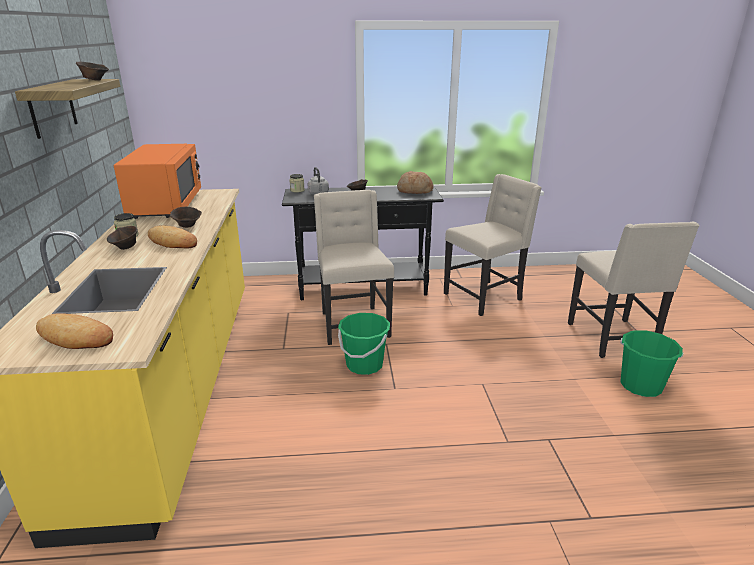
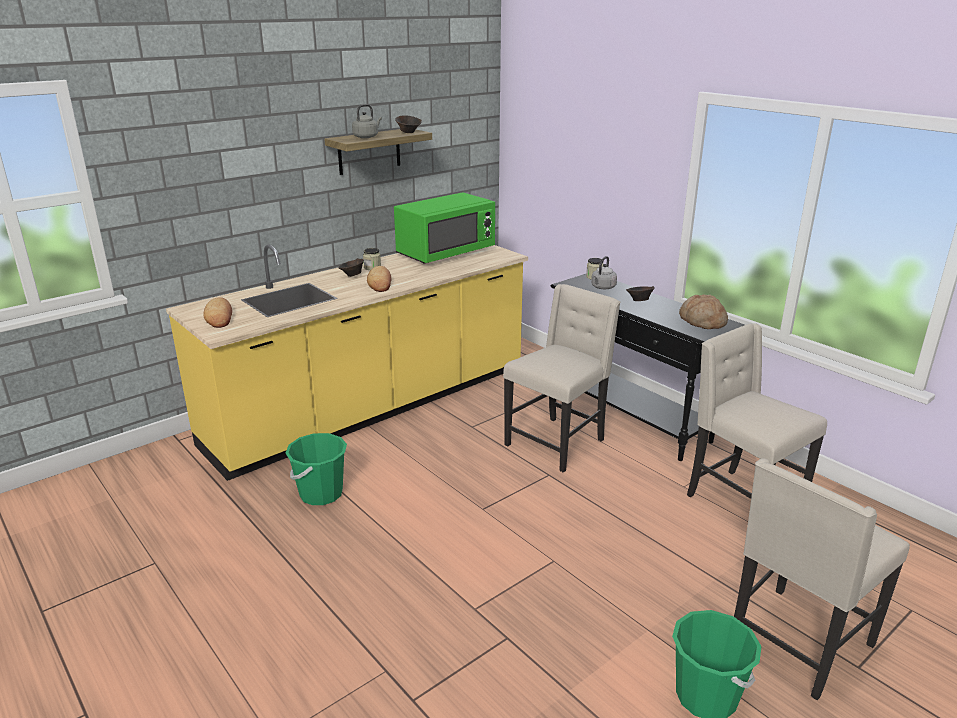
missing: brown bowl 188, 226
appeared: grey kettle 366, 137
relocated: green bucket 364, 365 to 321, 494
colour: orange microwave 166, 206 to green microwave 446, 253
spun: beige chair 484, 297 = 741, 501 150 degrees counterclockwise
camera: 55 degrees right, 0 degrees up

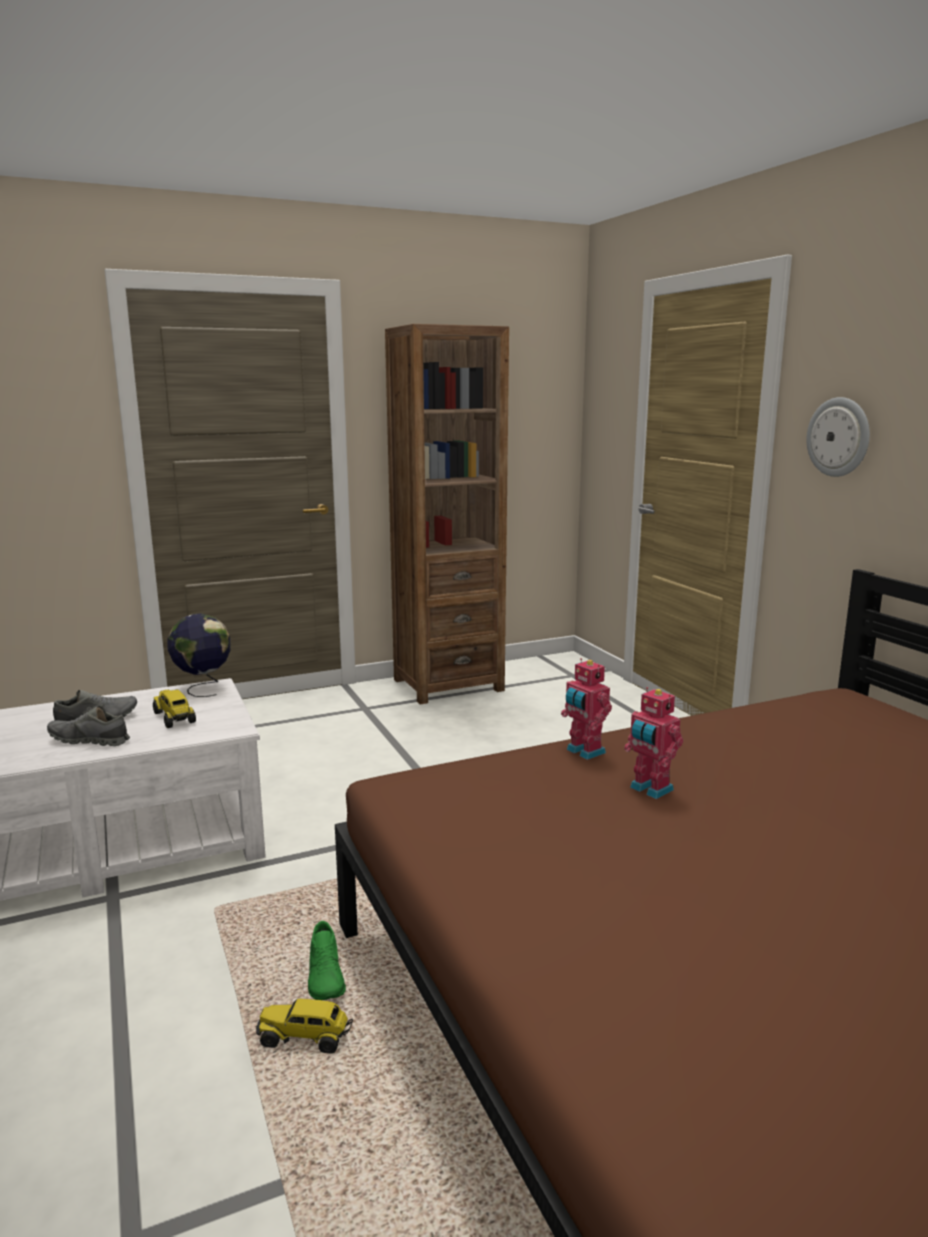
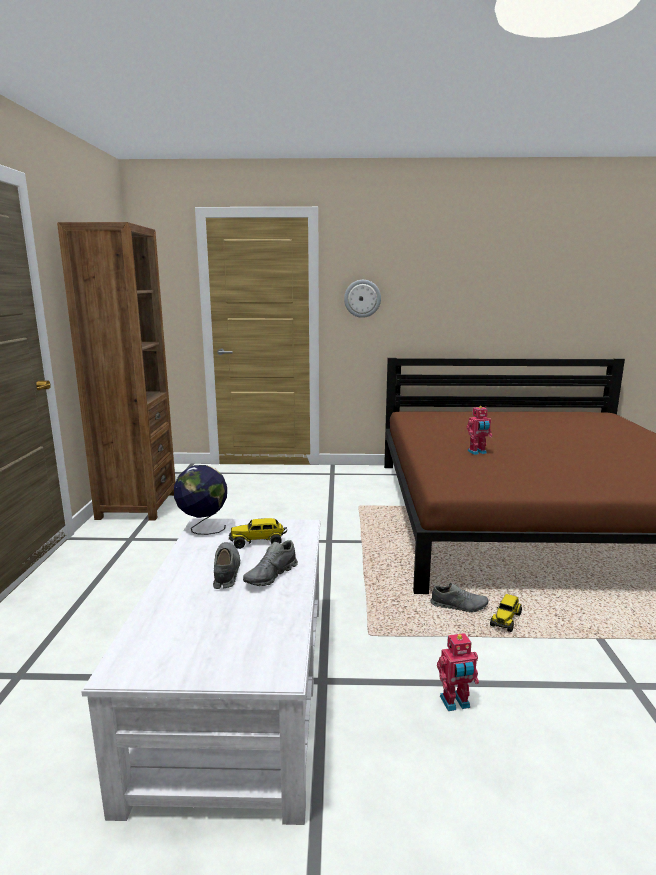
relocated: toy robot 584, 752 to 455, 703
colour: green shoe 326, 977 to grey shoe 459, 606
camera: 65 degrees left, 0 degrees up

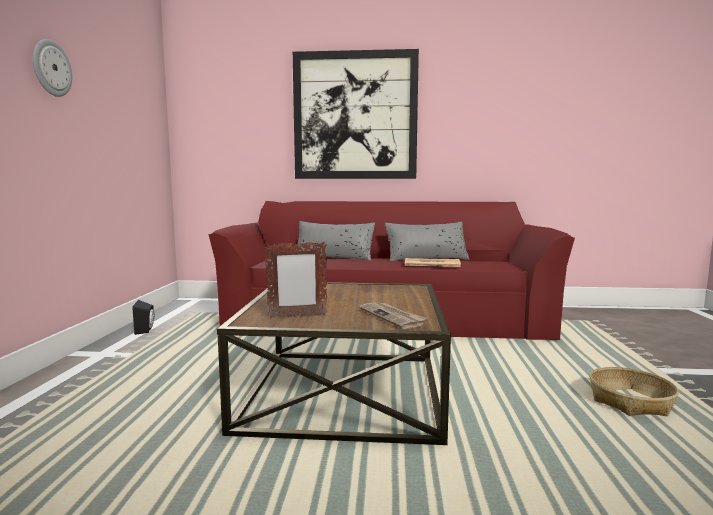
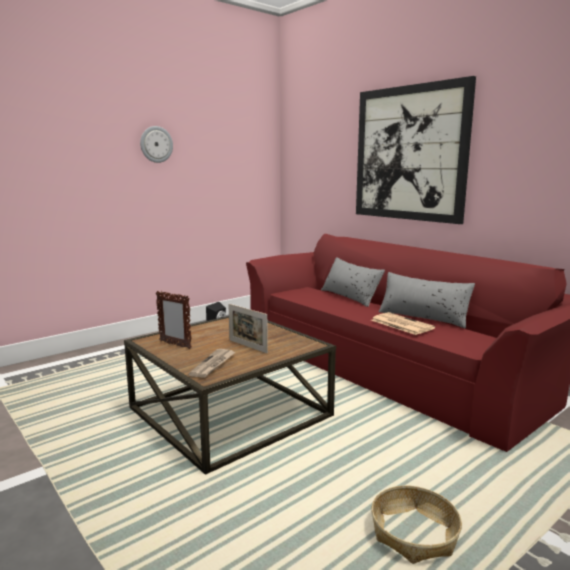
appeared: picture frame 247, 346
camera: 45 degrees right, 5 degrees up

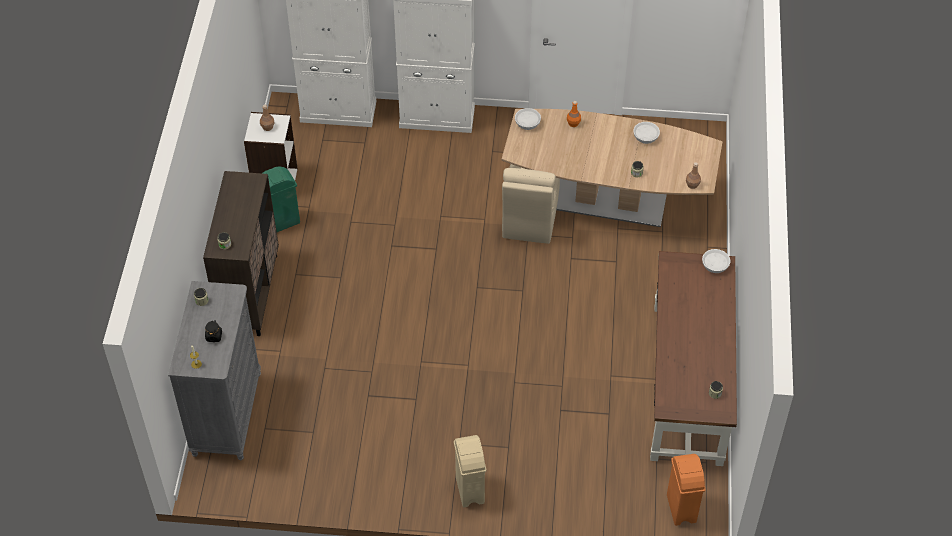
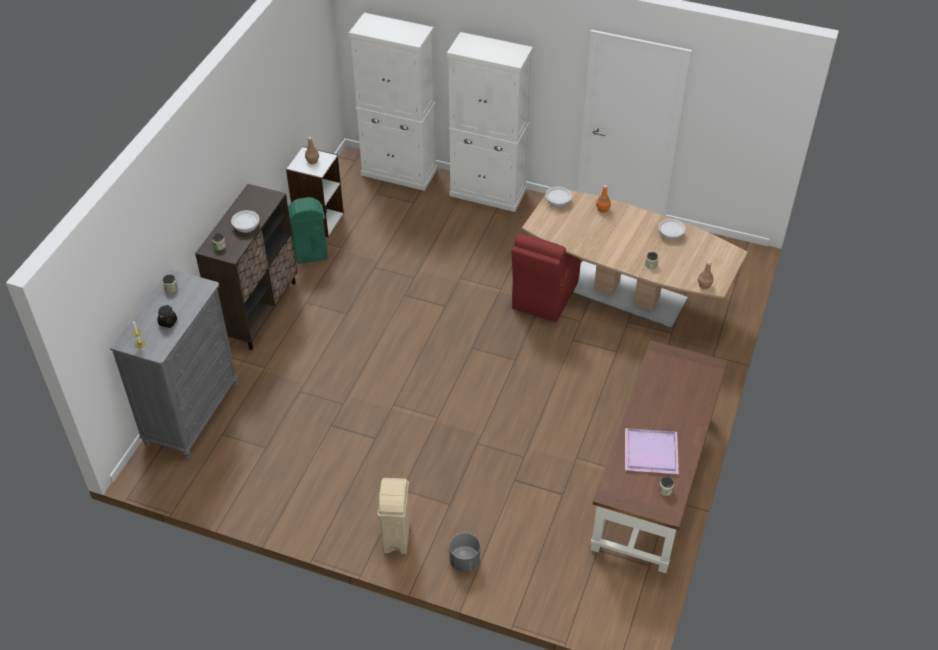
missing: orange trash can 681, 509
appeared: grey planter 464, 561; purple tray 650, 451
relocated: white bowl 715, 265 to 246, 226
colour: beige chair 529, 219 to red chair 544, 297
camera: 15 degrees right, 5 degrees down

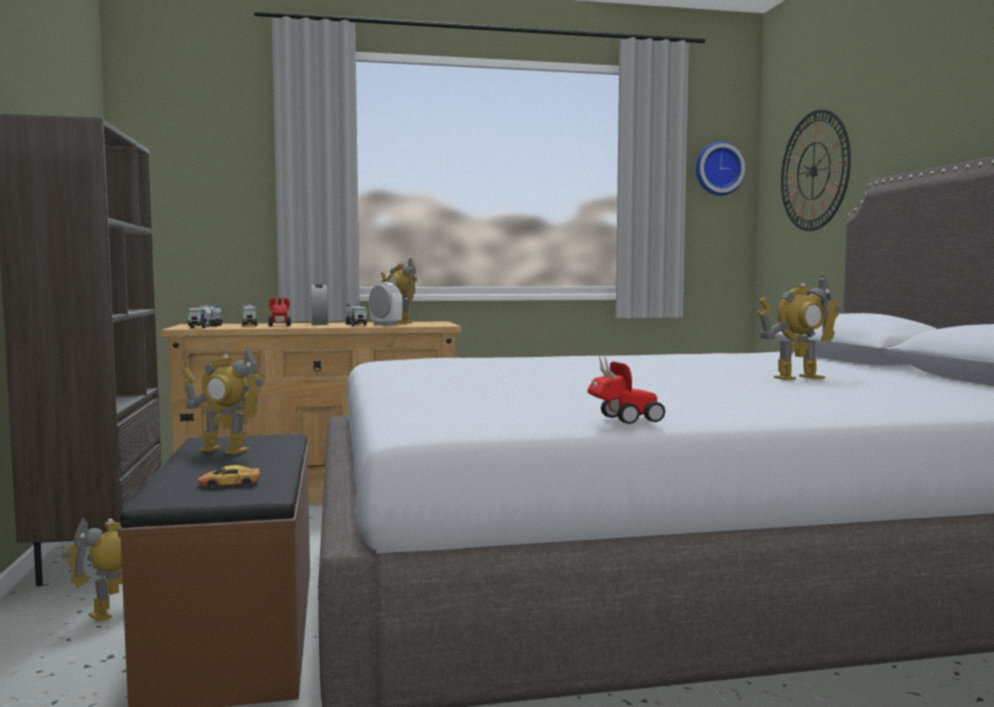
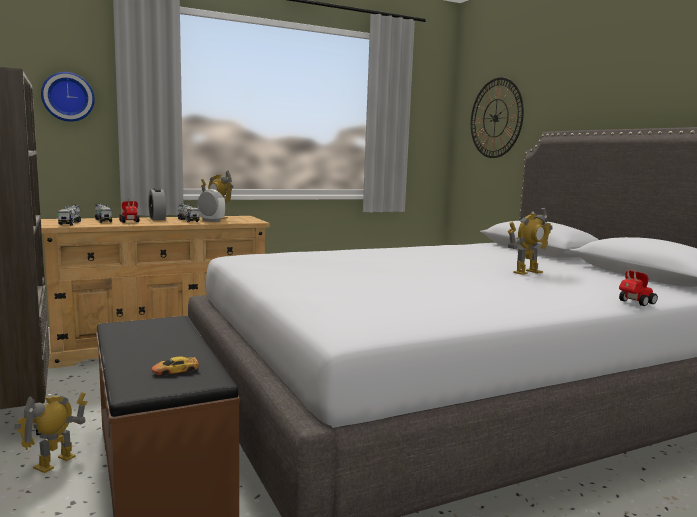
missing: toy robot 224, 450
relocated: toy car 623, 420 to 634, 303; wall clock 718, 169 to 68, 97
camera: 15 degrees left, 5 degrees up

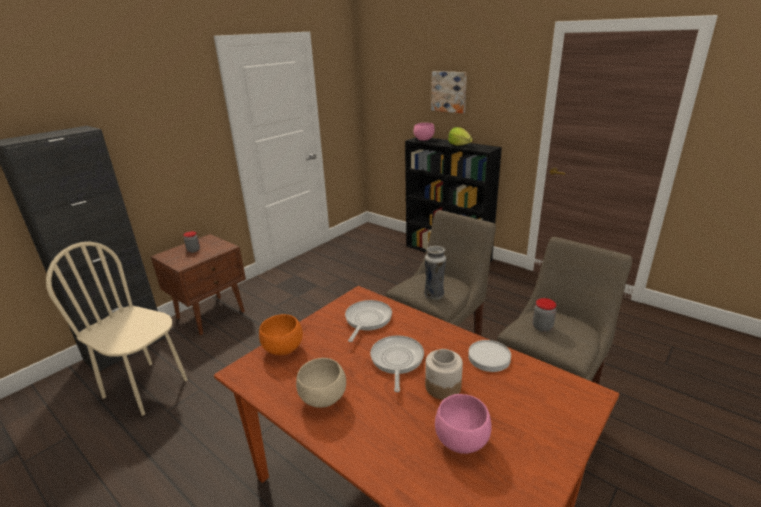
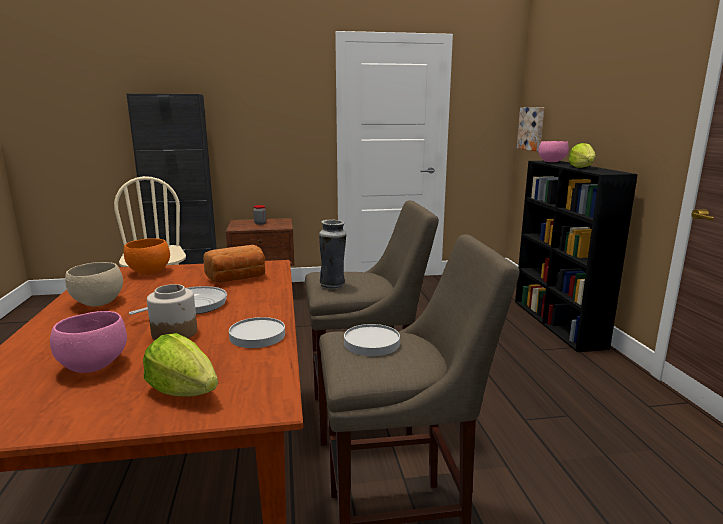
appeared: lettuce 184, 390
relocated: picture 449, 91 to 532, 128
exchanged: frying pan 367, 320 to bread 237, 278; jar 542, 327 to white plate 372, 343
camera: 40 degrees right, 10 degrees down

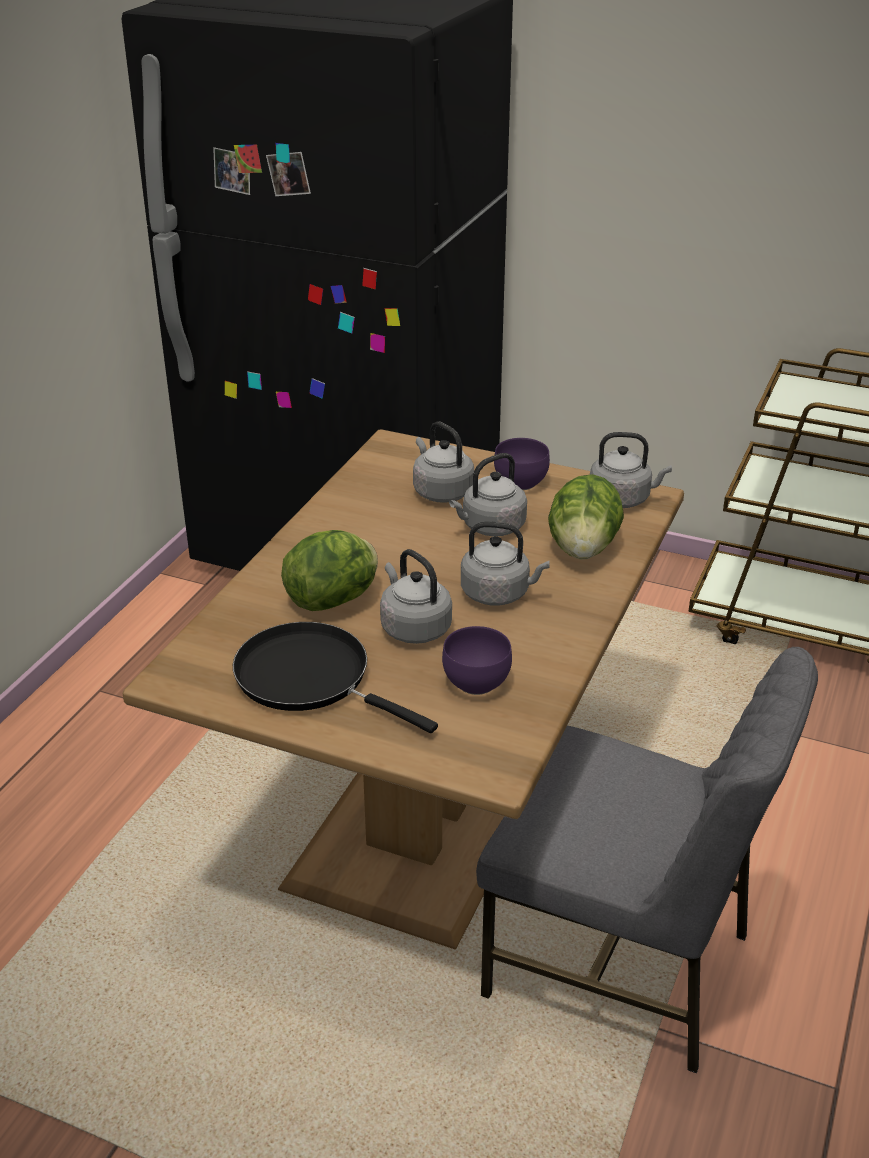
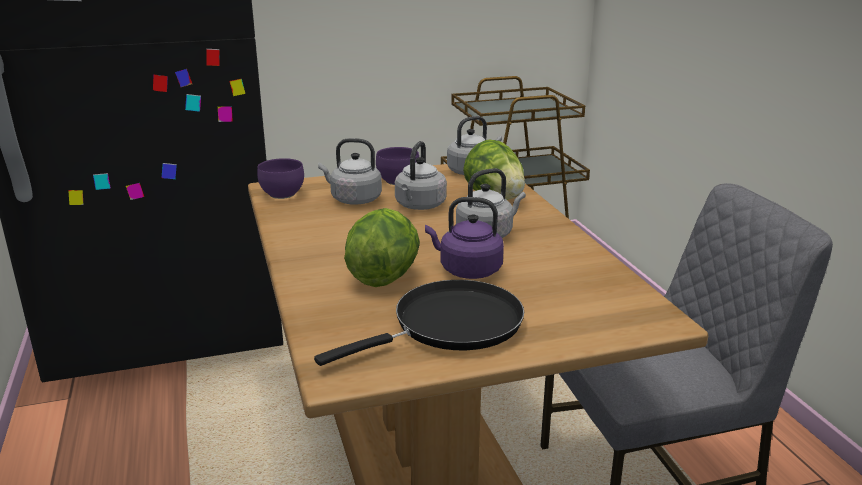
relocated: purple bowl 478, 682 to 283, 194
colour: grey kettle 413, 627 to purple kettle 467, 270
spun: black frying pan 310, 678 = 450, 326 150 degrees clockwise
camera: 40 degrees left, 10 degrees down

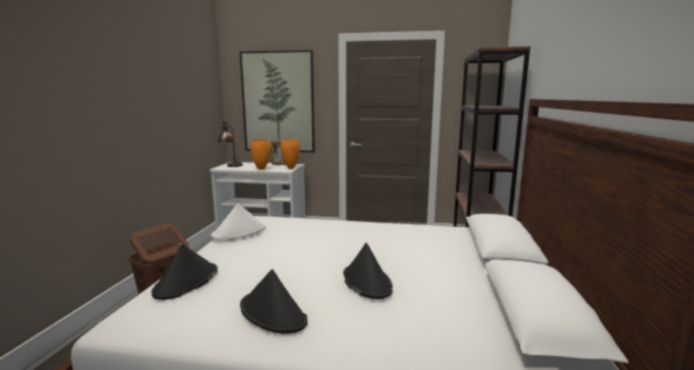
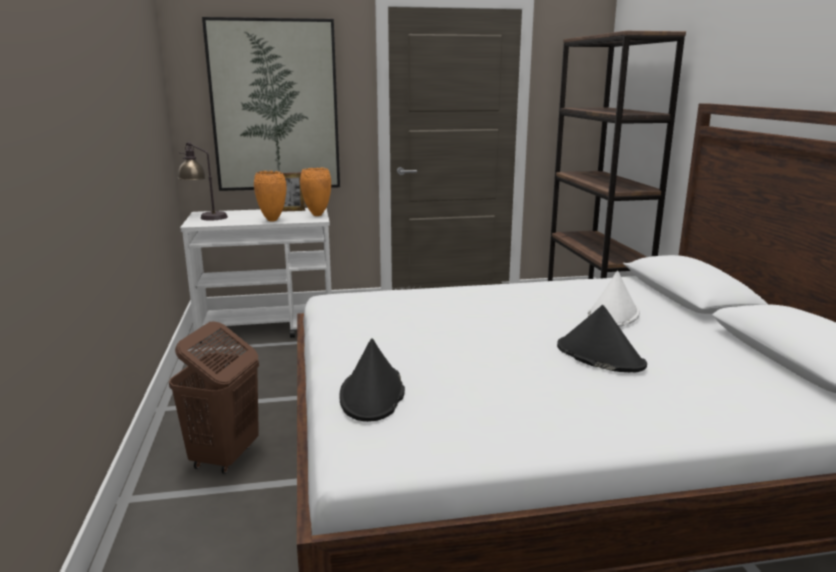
missing: black hat 273, 313
relocated: white hat 239, 232 to 613, 315
camera: 20 degrees left, 5 degrees up

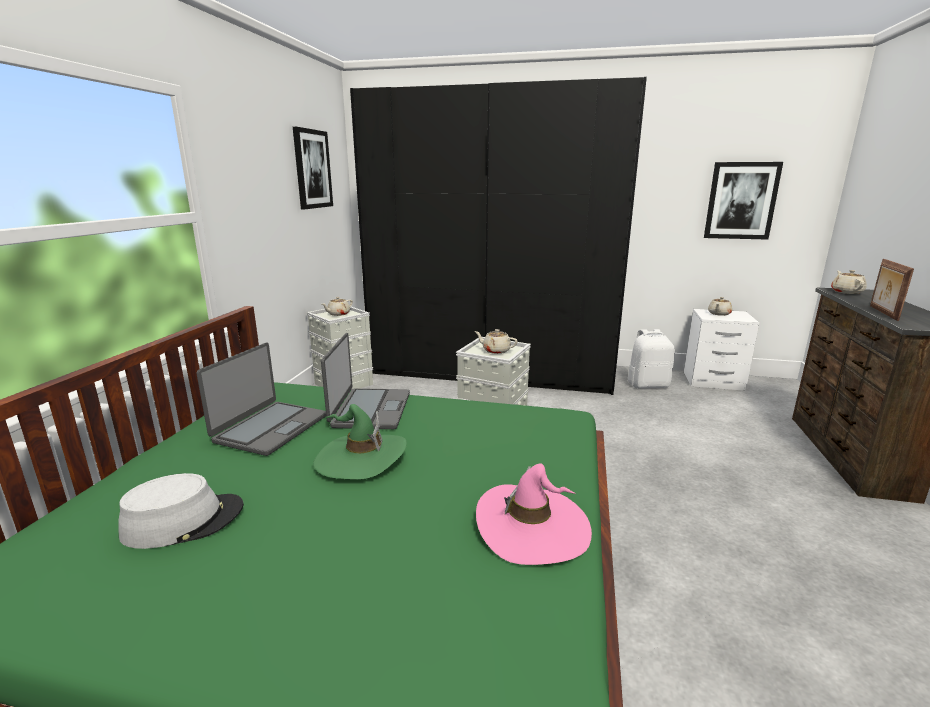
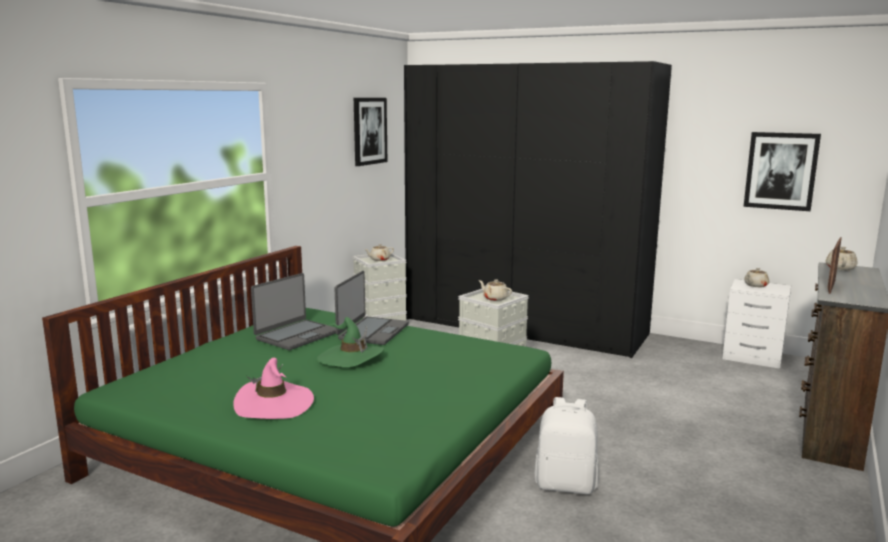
missing: grey hat 184, 520
relocated: pink hat 532, 527 to 274, 404; white backpack 648, 385 to 566, 484
camera: 15 degrees right, 5 degrees down

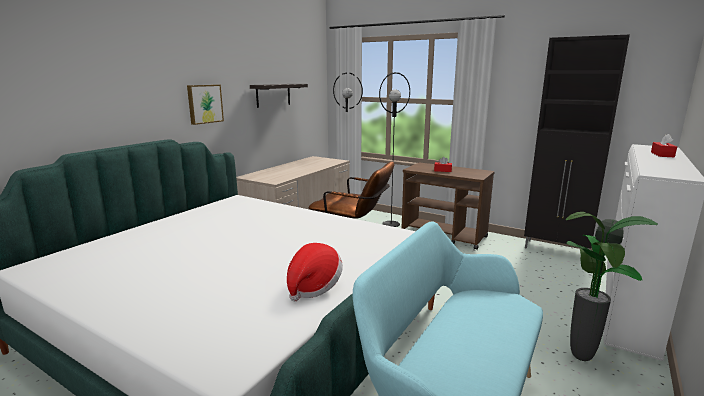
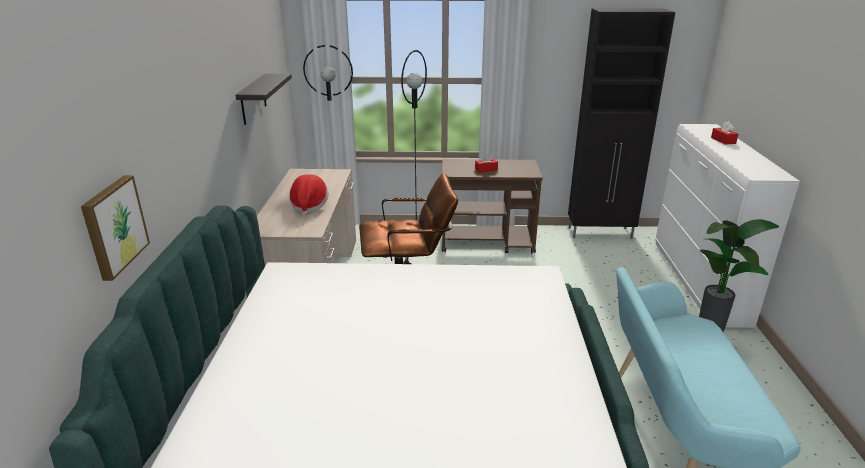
relocated: picture 204, 104 to 113, 226; hat 313, 287 to 309, 205
camera: 30 degrees left, 10 degrees up

